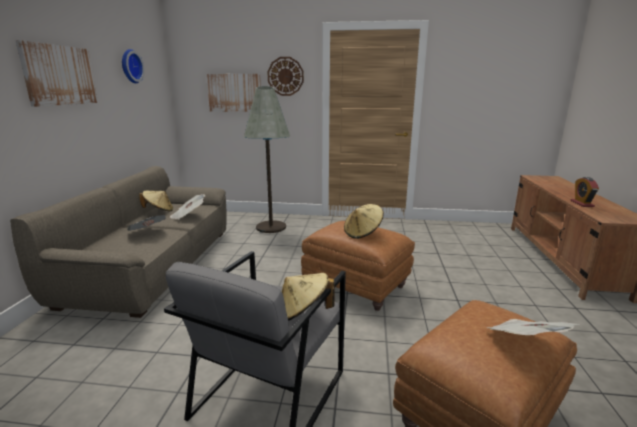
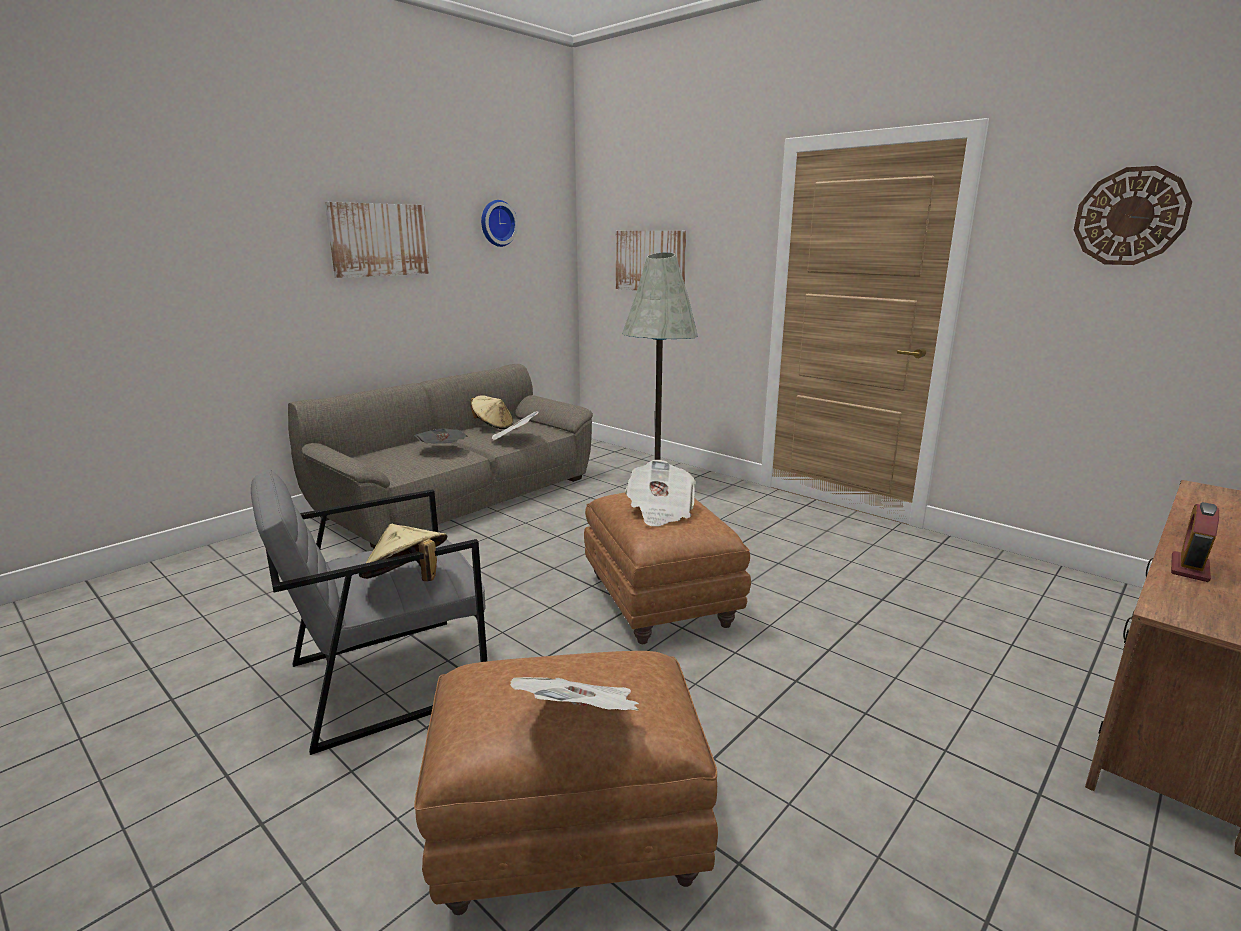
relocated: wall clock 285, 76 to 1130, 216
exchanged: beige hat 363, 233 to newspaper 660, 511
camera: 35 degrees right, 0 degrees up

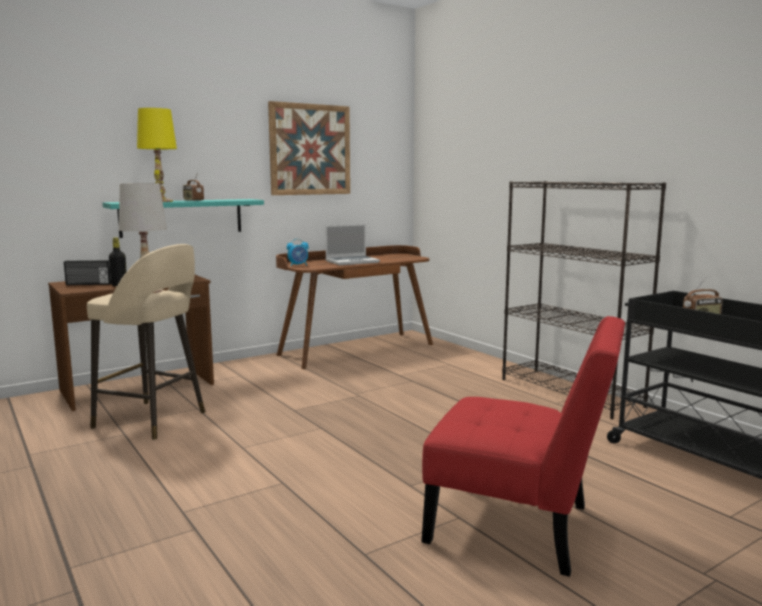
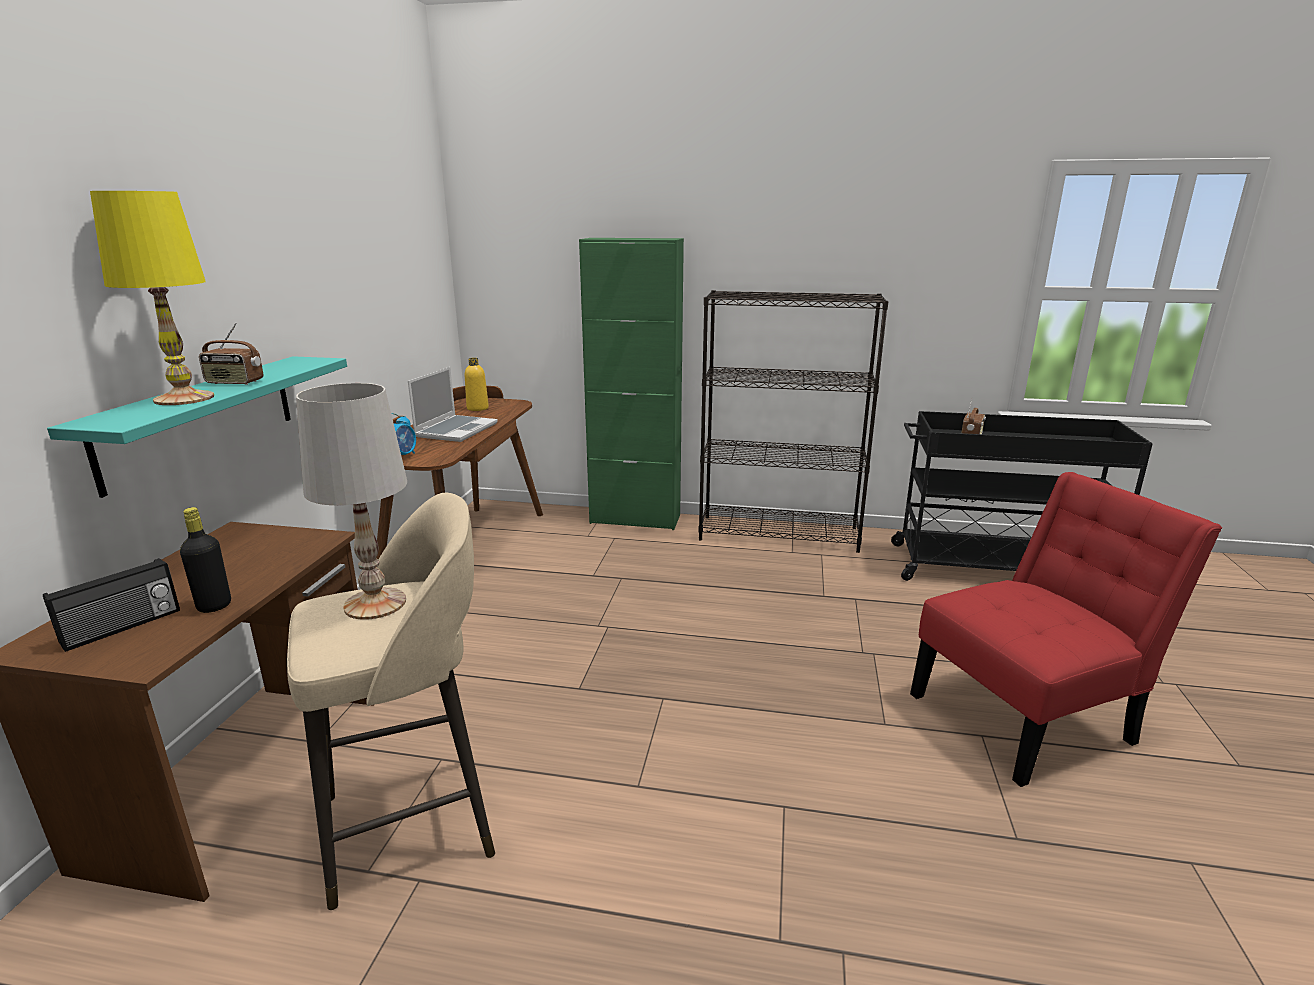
missing: picture 310, 149
appeared: yellow bottle 477, 408; green cabinet 635, 519
camera: 45 degrees left, 10 degrees up

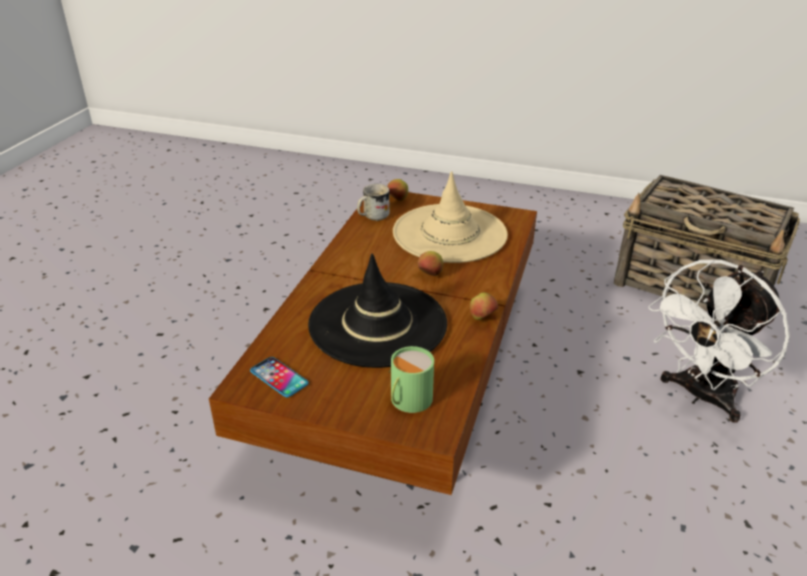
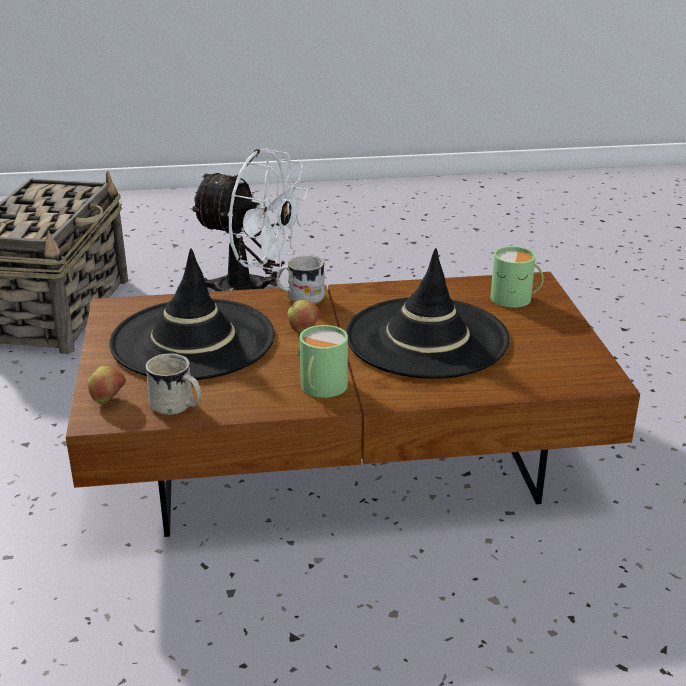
missing: phone 279, 377; apple 482, 318
appeared: white mug 300, 297; green mug 320, 387
colour: beige hat 450, 233 to black hat 193, 340
camera: 115 degrees left, 5 degrees down

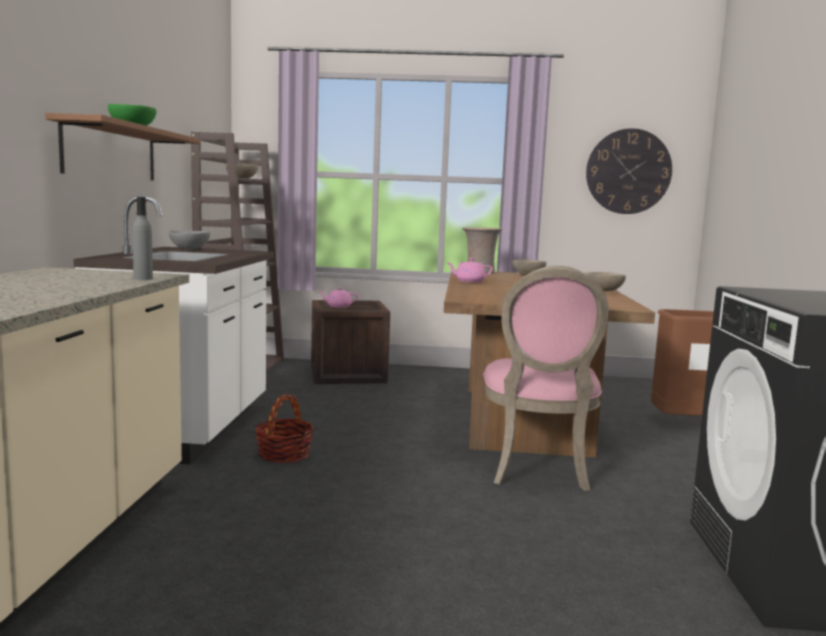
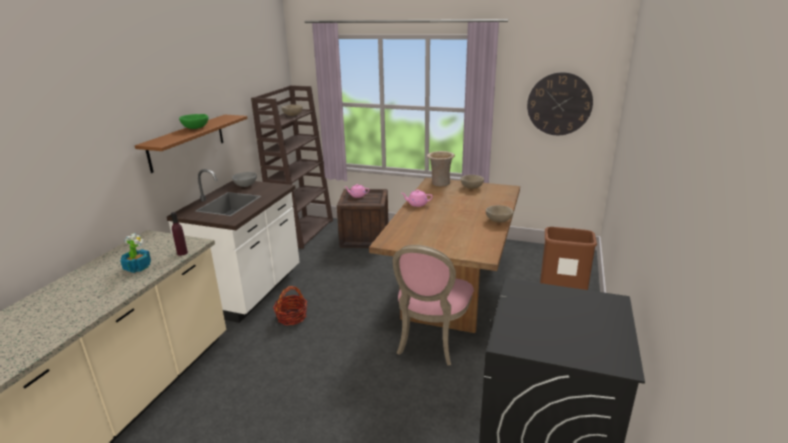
appeared: potted plant 138, 267
colour: grey bottle 143, 278 to purple bottle 182, 253
camera: 15 degrees right, 15 degrees up

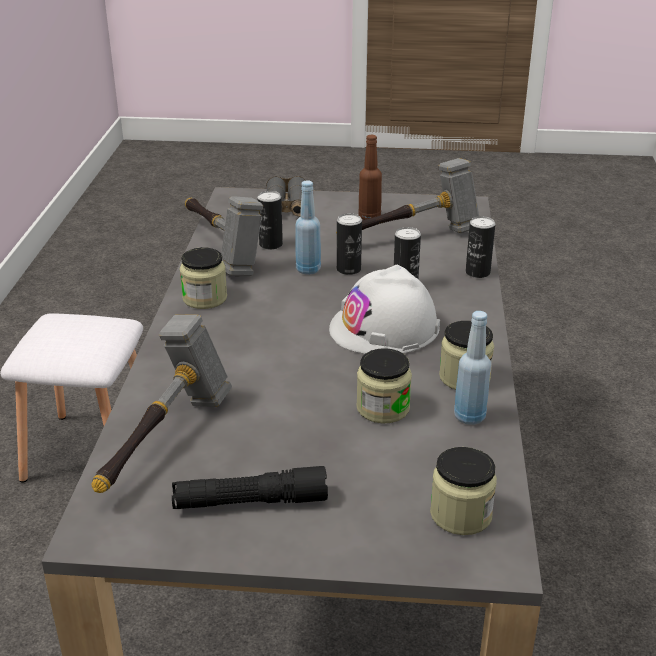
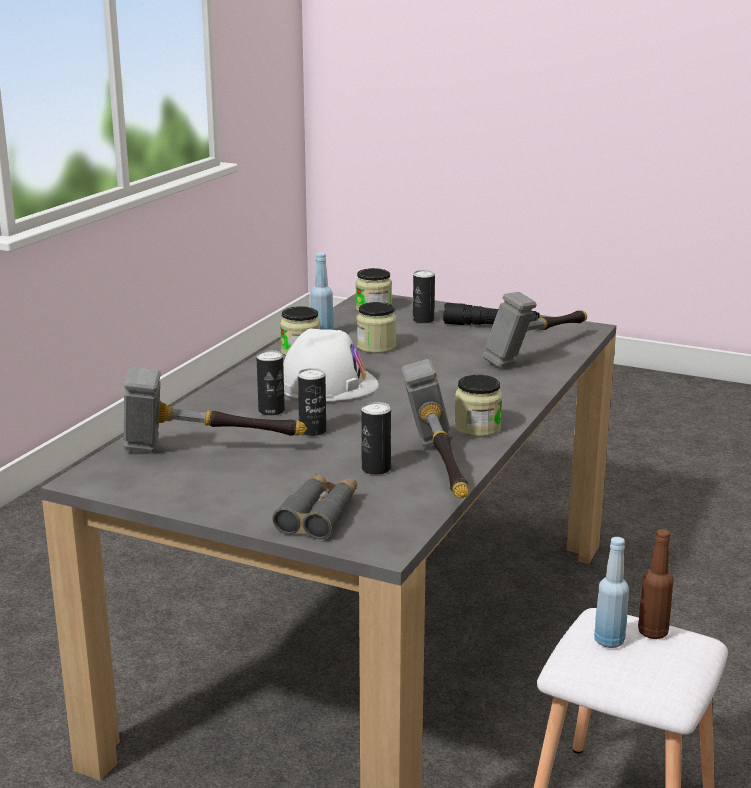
relocated: blue bottle 308, 270 to 609, 641; brown bottle 369, 217 to 652, 632; can 477, 272 to 423, 320
camera: 160 degrees left, 10 degrees down

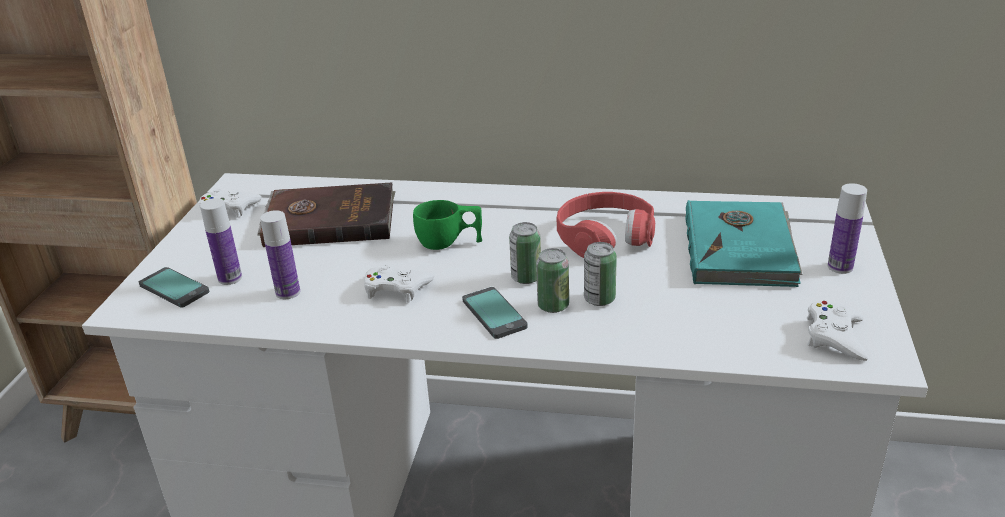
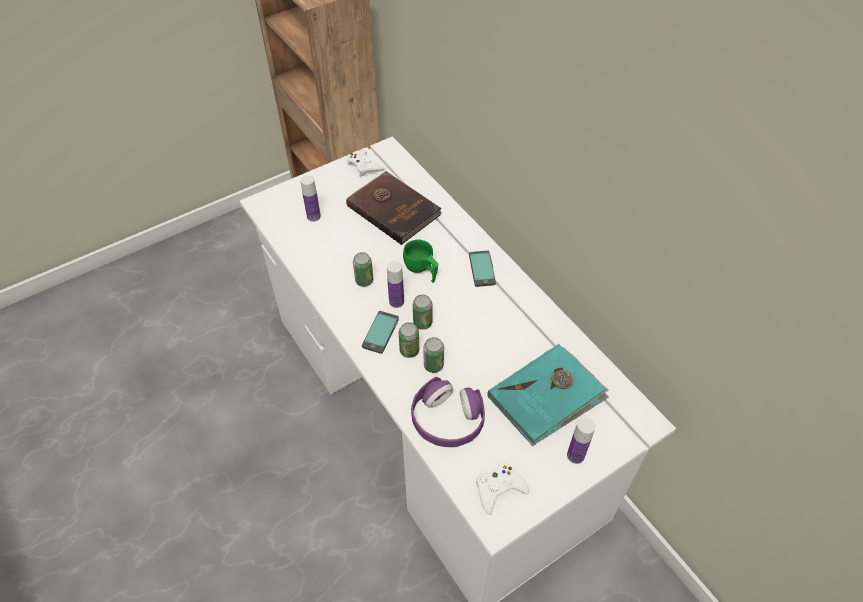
missing: red headphones 605, 236
appeared: purple headphones 447, 419
relocated: phone 174, 288 to 482, 269; bottle 288, 292 to 396, 302
exchanged: white game controller 396, 288 to can 364, 281
camera: 45 degrees right, 20 degrees up

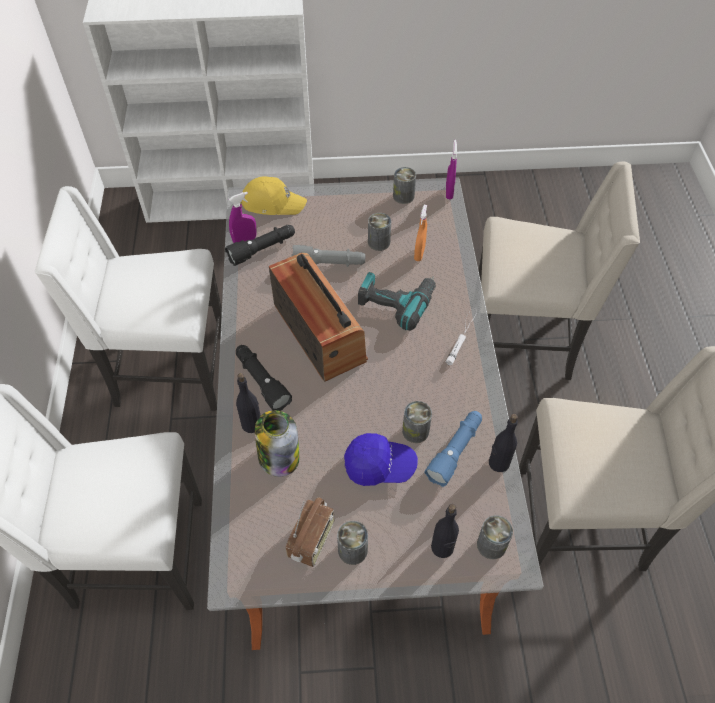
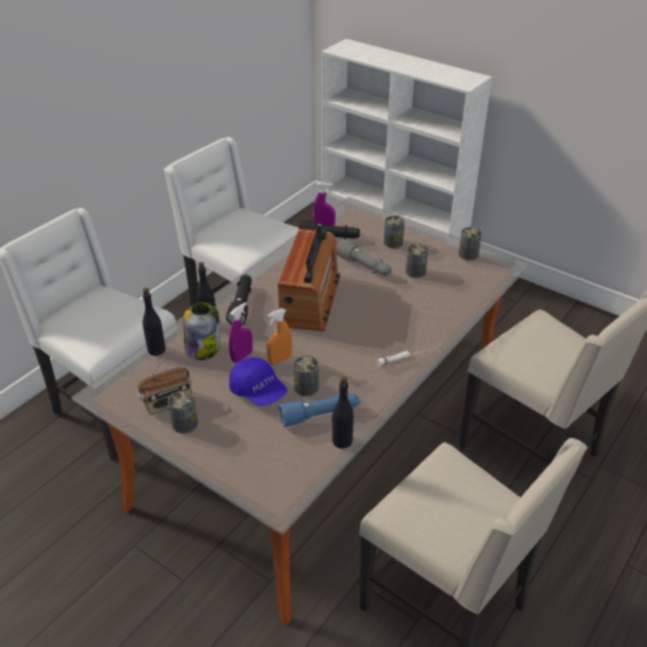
missing: yellow cap 273, 203; power drill 396, 301
relocated: orange spray bottle 419, 253 to 280, 360; black bottle 442, 547 to 156, 350; purple spray bottle 449, 192 to 242, 356; can 491, 545 to 393, 243
camera: 40 degrees right, 15 degrees down

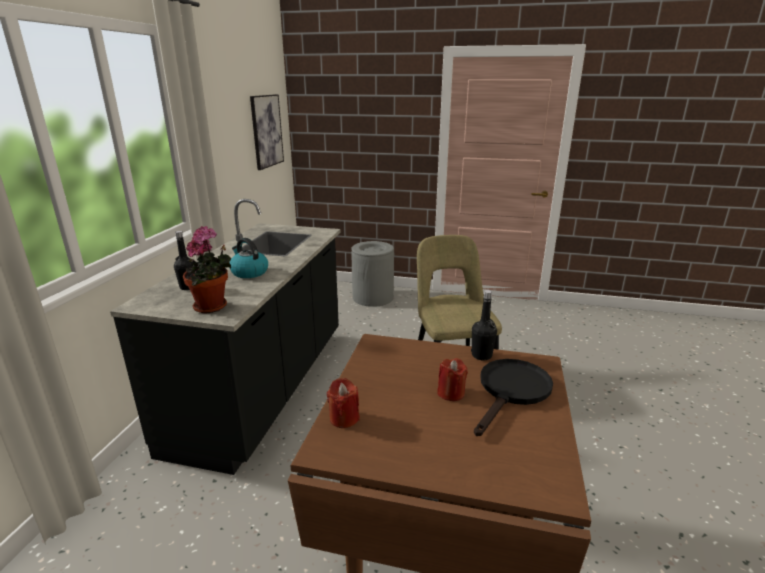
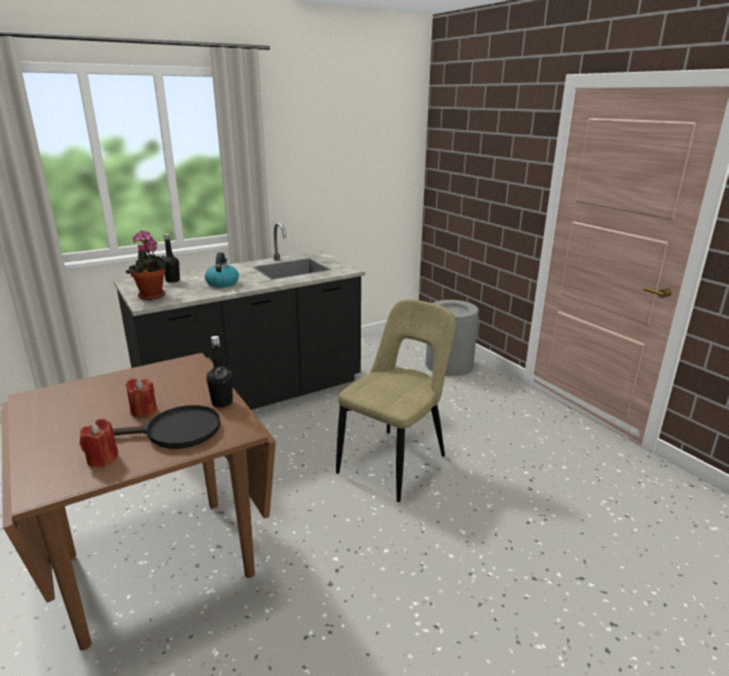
missing: picture 266, 131
relocated: red candle 344, 418 to 102, 458
camera: 45 degrees right, 0 degrees up

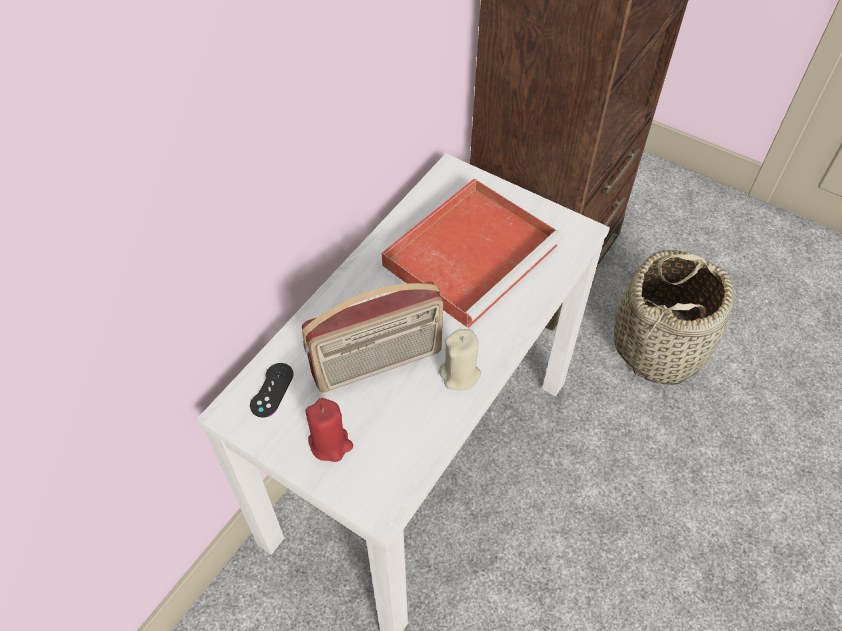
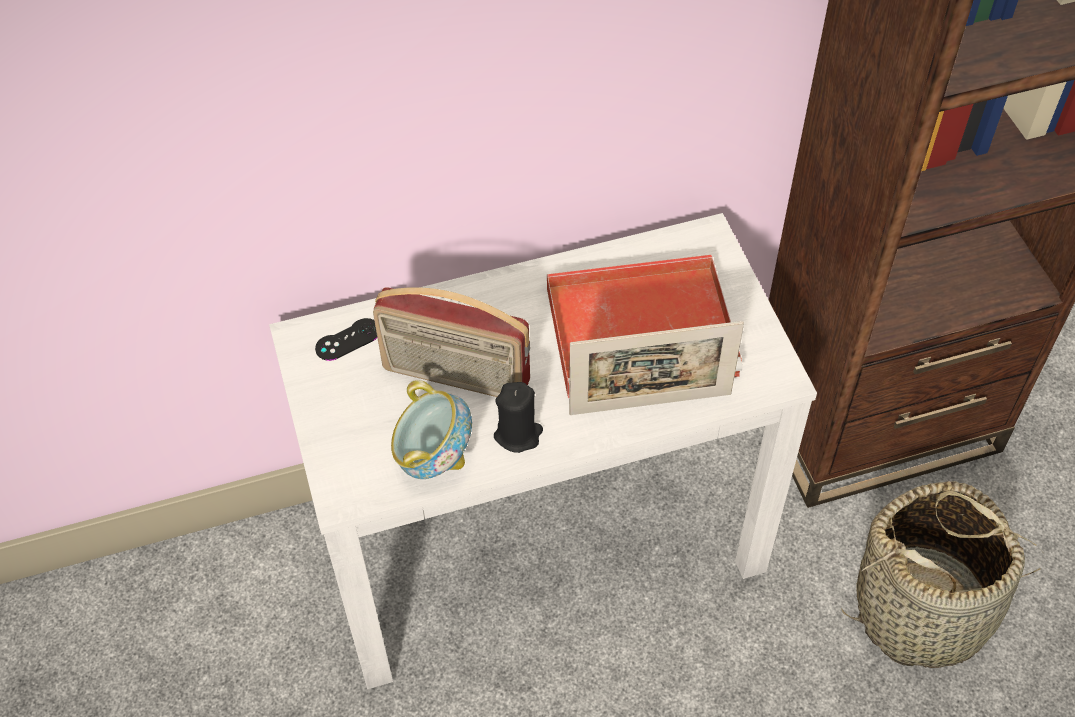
missing: red candle 330, 443
appeared: bowl 433, 457; picture frame 650, 404
colour: beige candle 460, 374 to black candle 518, 434
camera: 40 degrees right, 0 degrees up

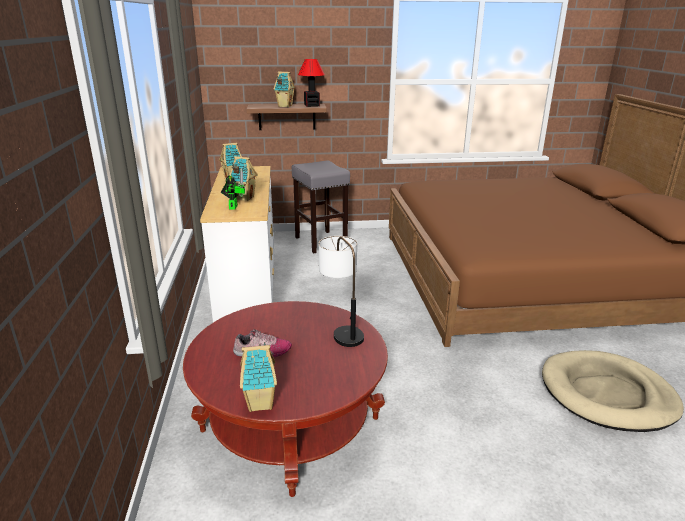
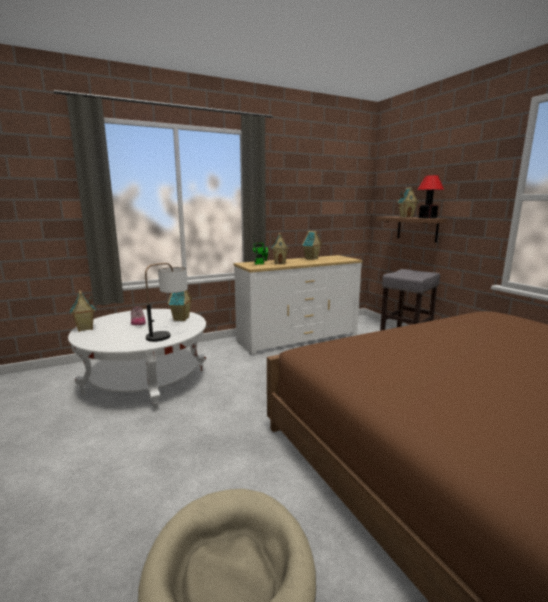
appeared: toy house 181, 319
colour: red coffee table 290, 424 to white coffee table 146, 381
camera: 70 degrees right, 10 degrees down

